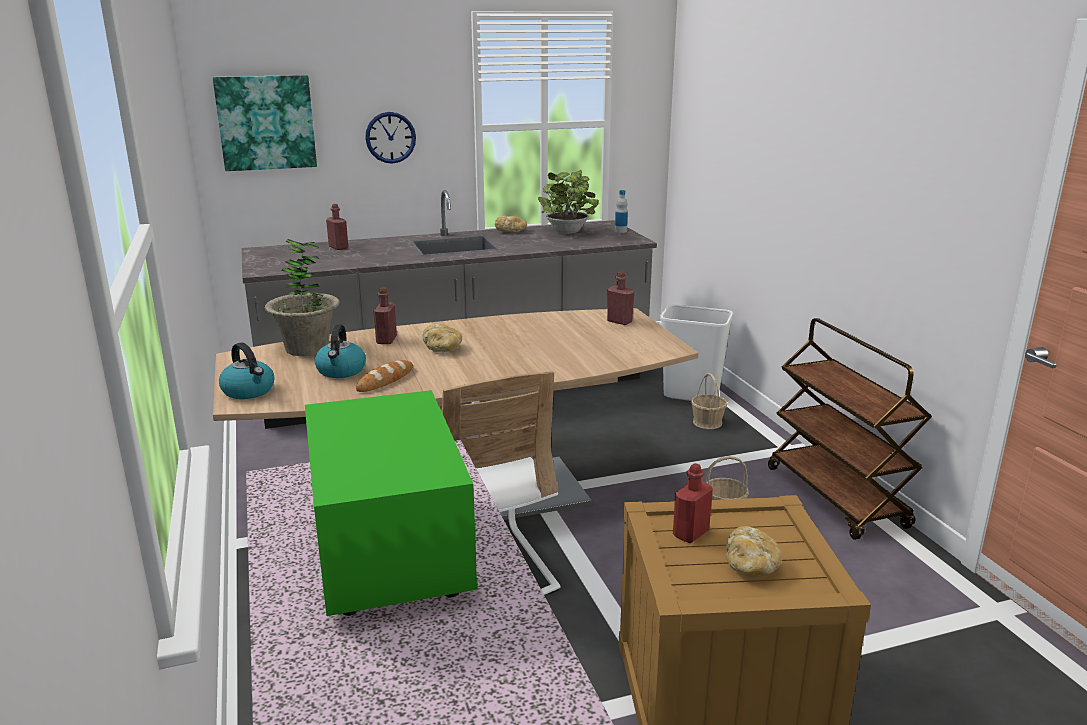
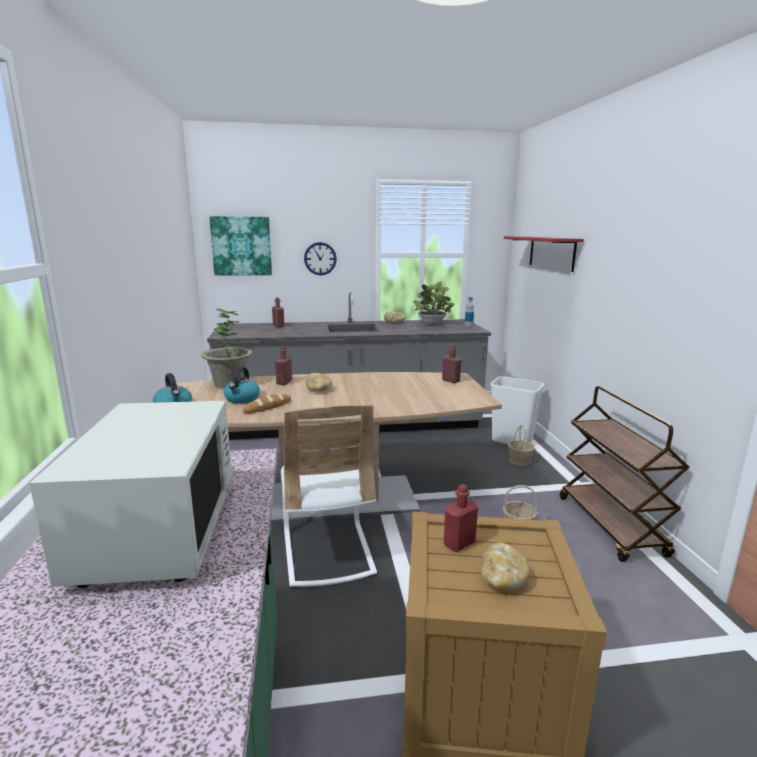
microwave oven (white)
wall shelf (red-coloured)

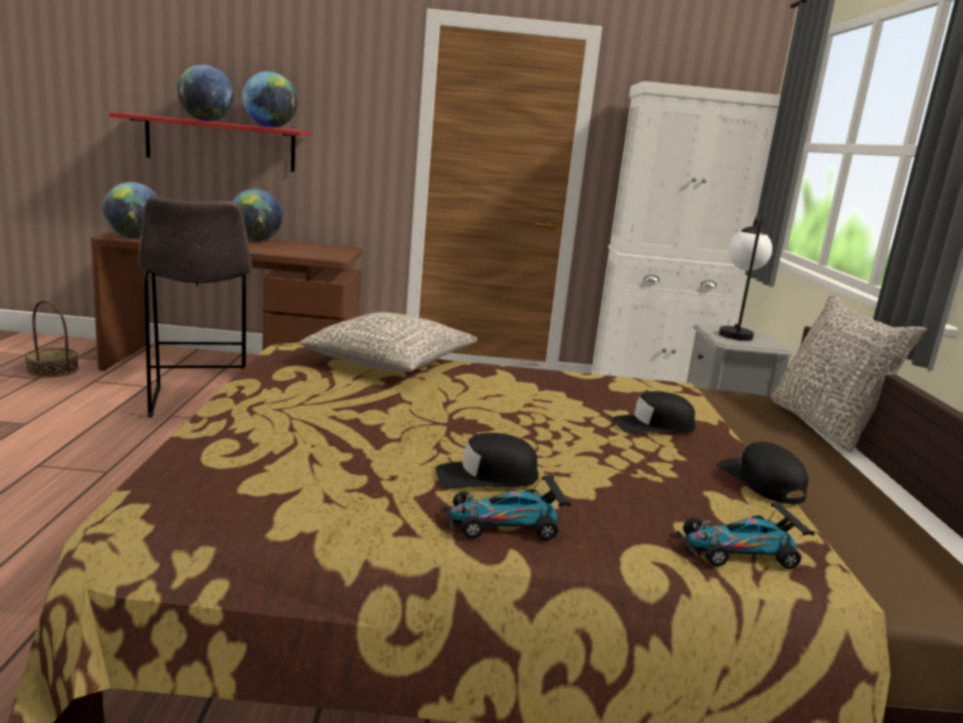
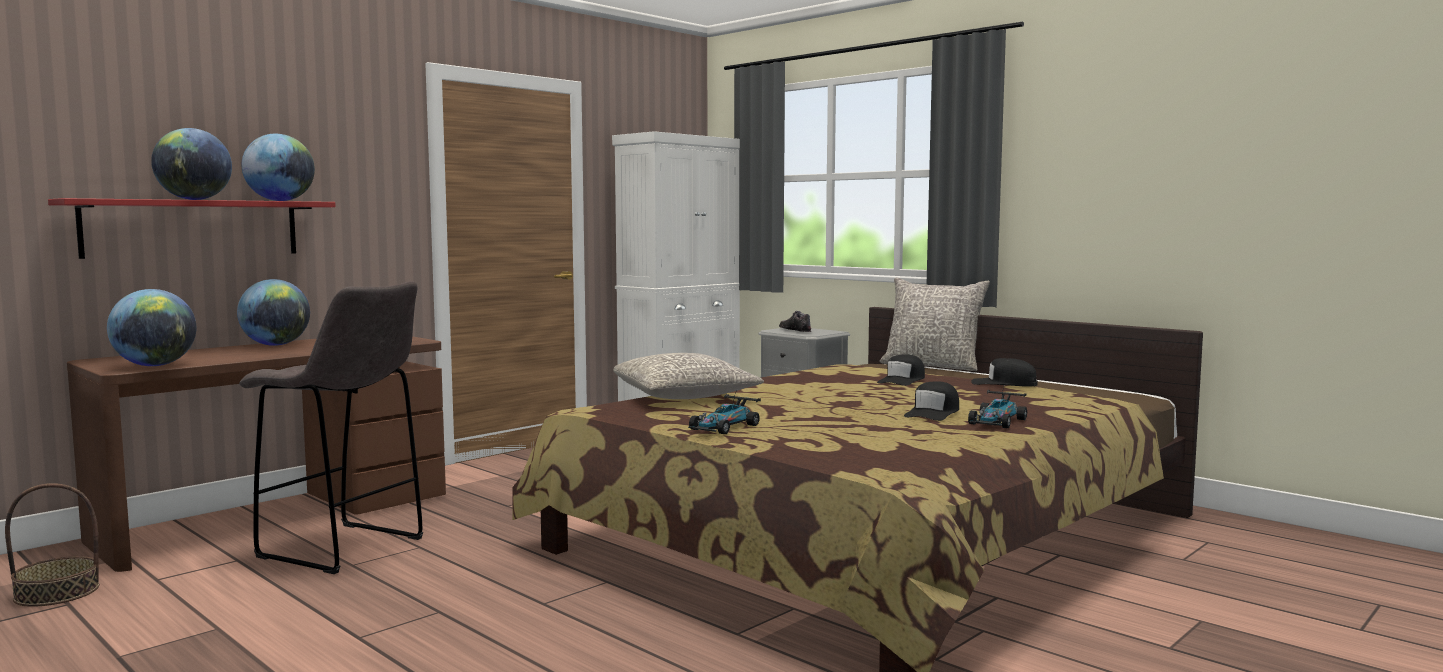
toy car (1st from left)
low shoe

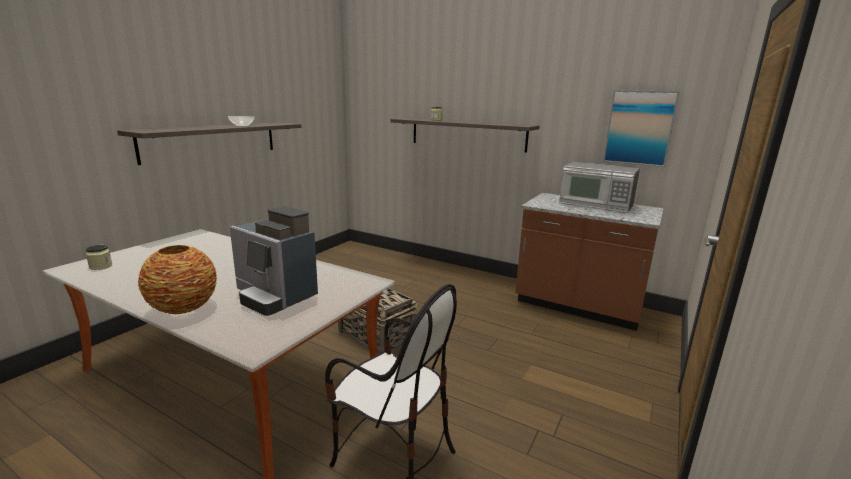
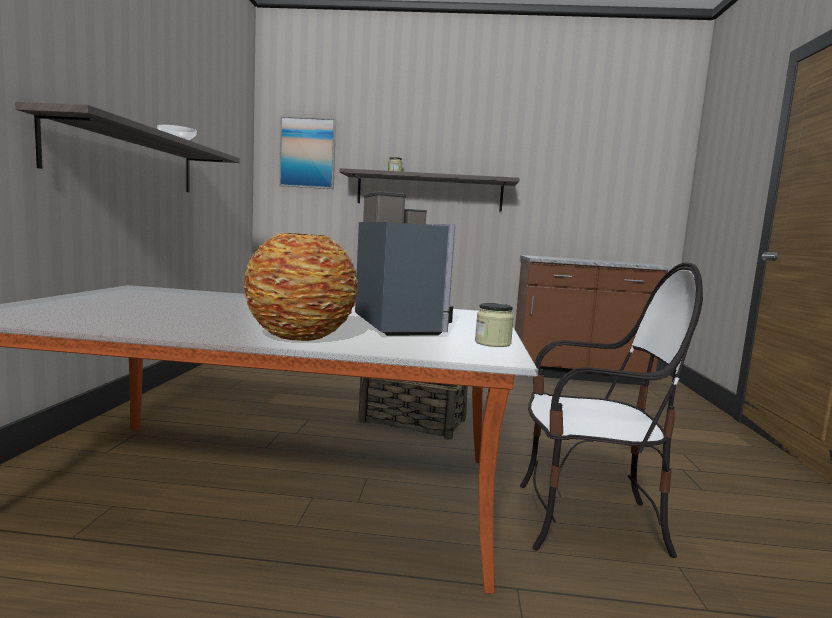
storage jar (2nd from left)
coffee machine
microwave oven
wall picture

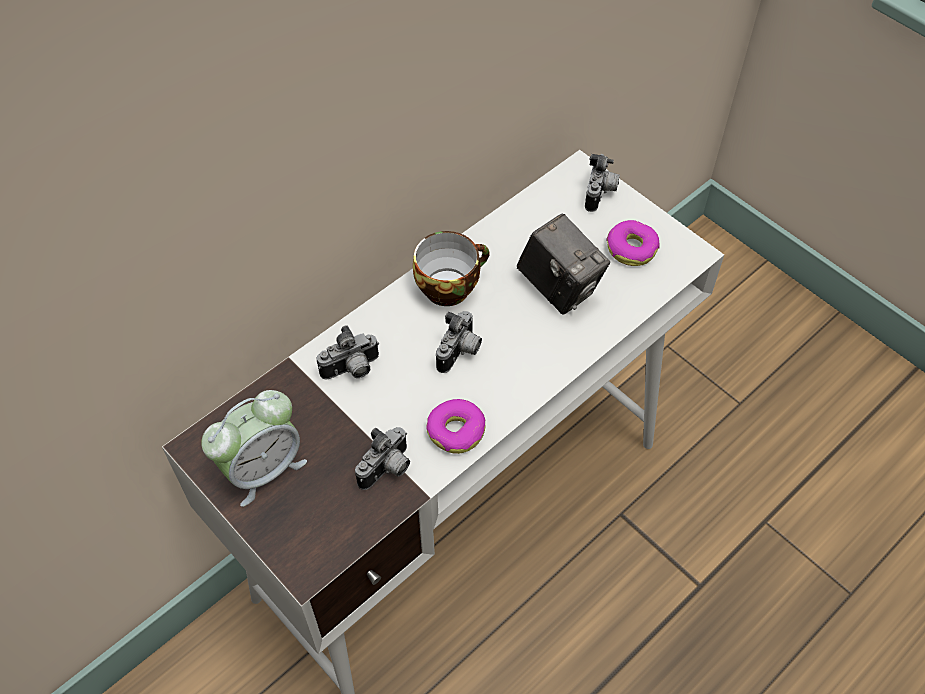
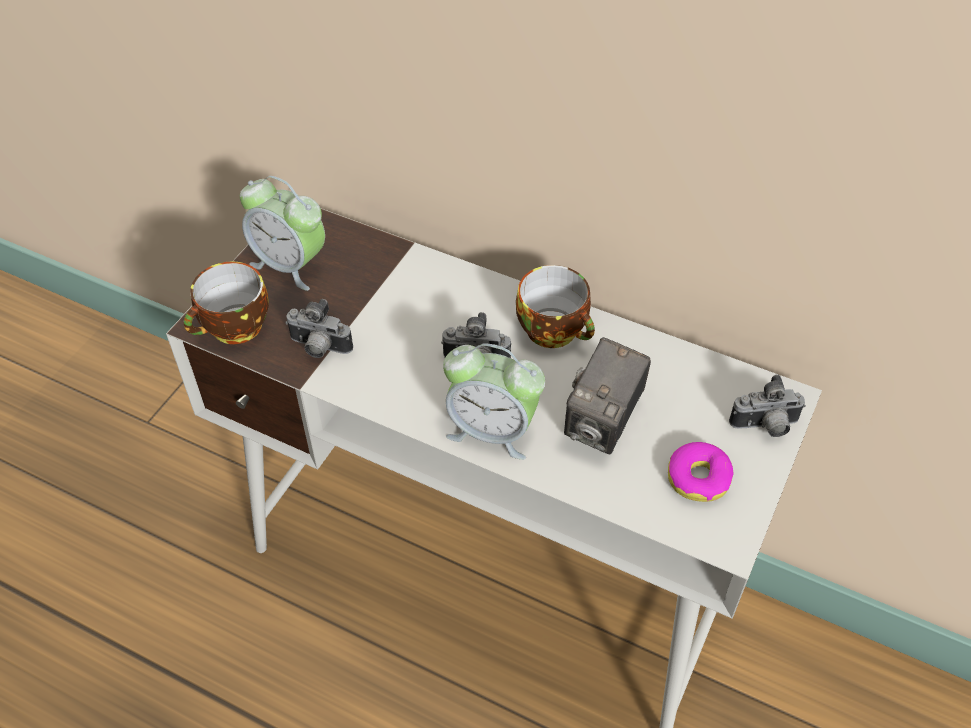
still camera (1st from left in the first image)
ring doughnut (1st from left in the first image)
small cup (1st from left)
alarm clock (2nd from left)

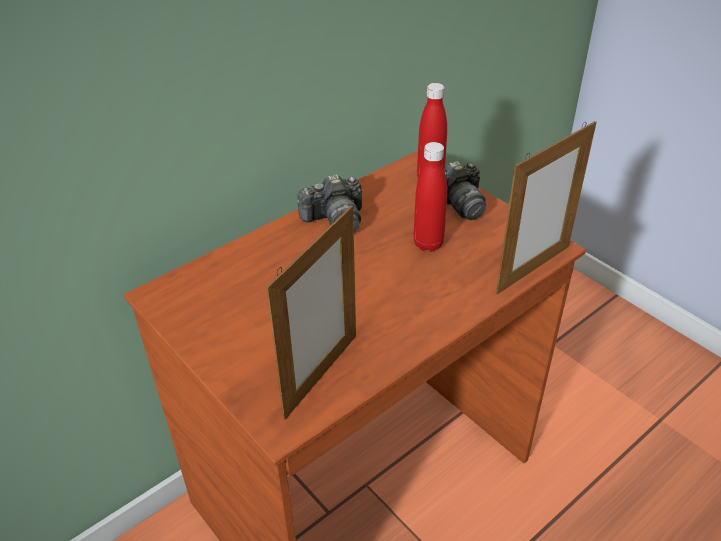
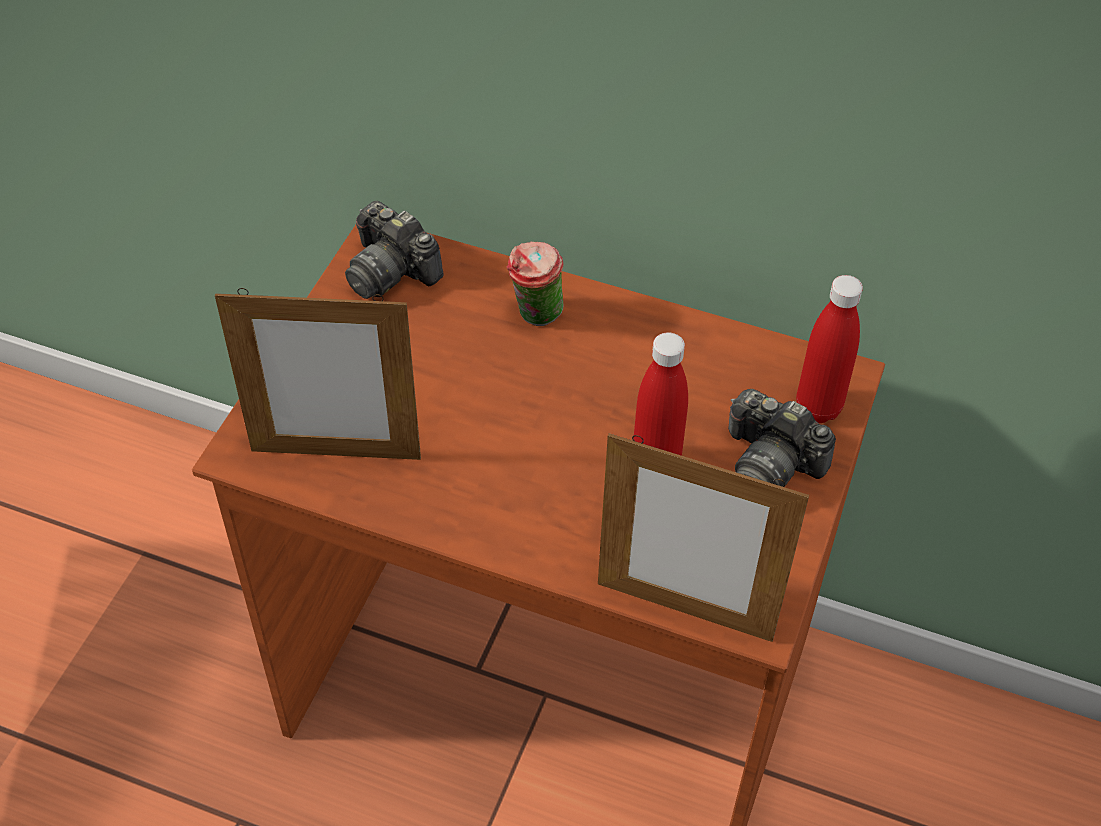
still camera (1st from left)
small cup

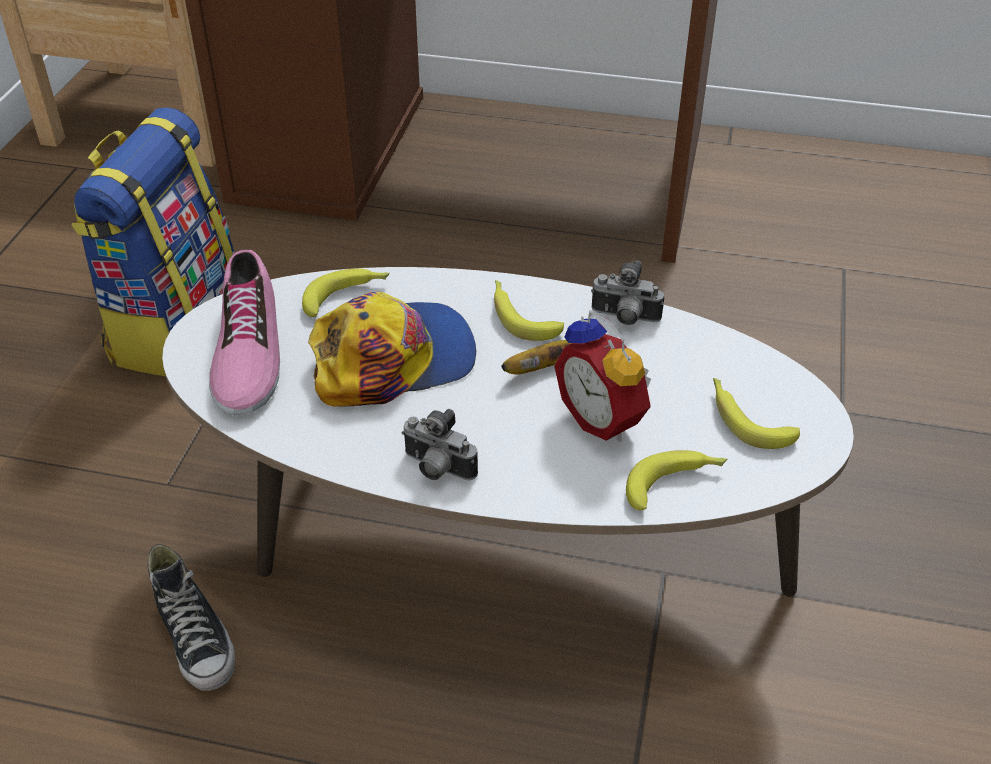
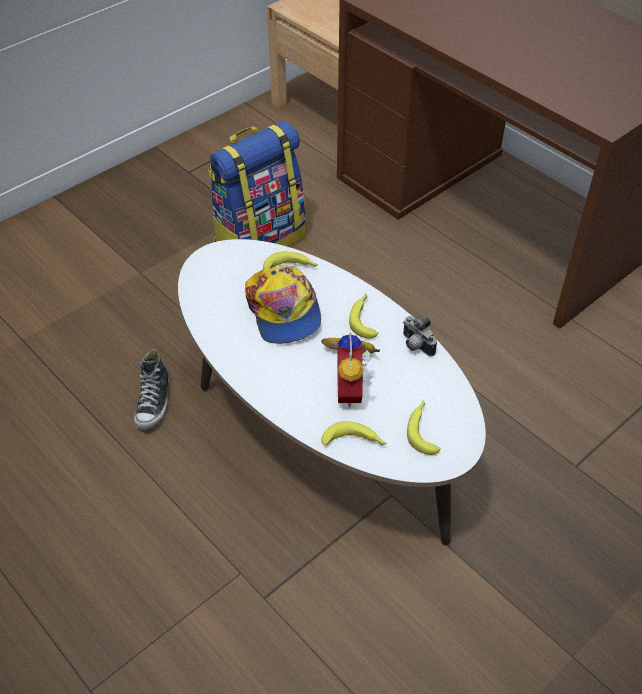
low shoe (2nd from left in the first image)
cap
still camera (1st from left in the first image)

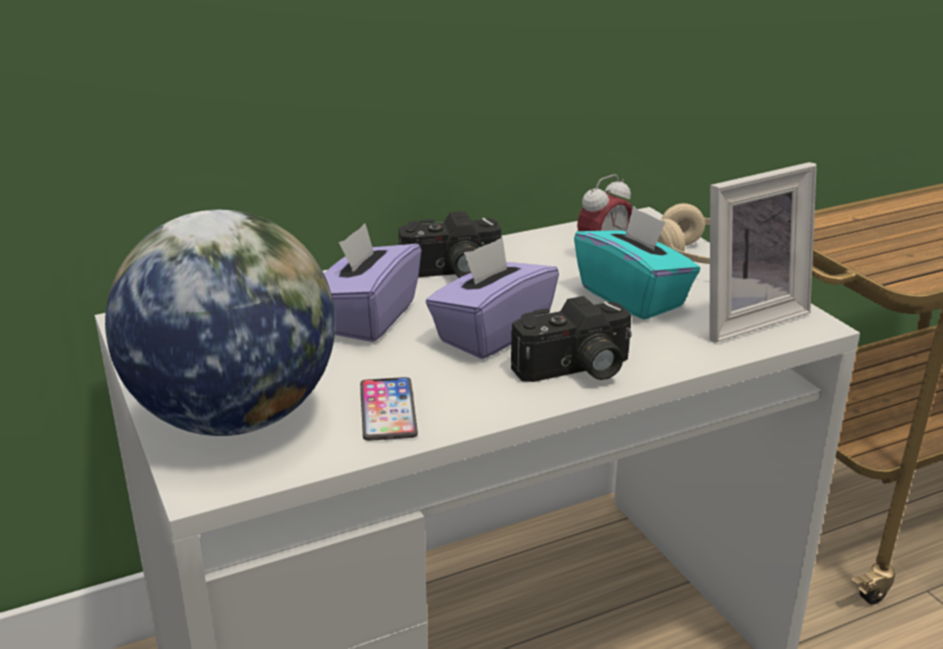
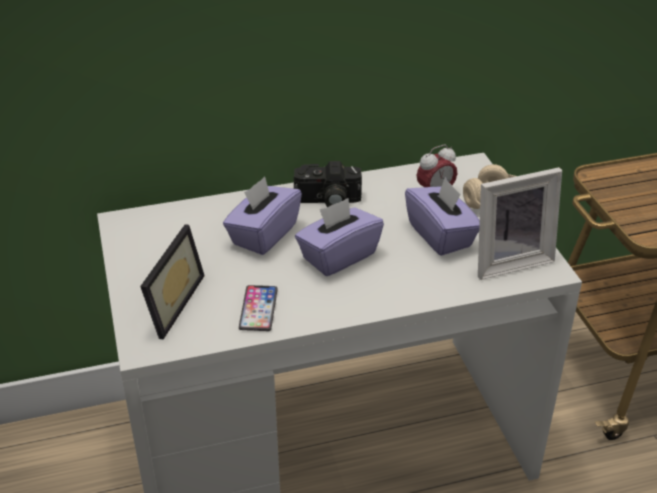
photo frame (1st from left)
still camera (2nd from left in the first image)
tissue box (purple-coloured) (3rd from left)

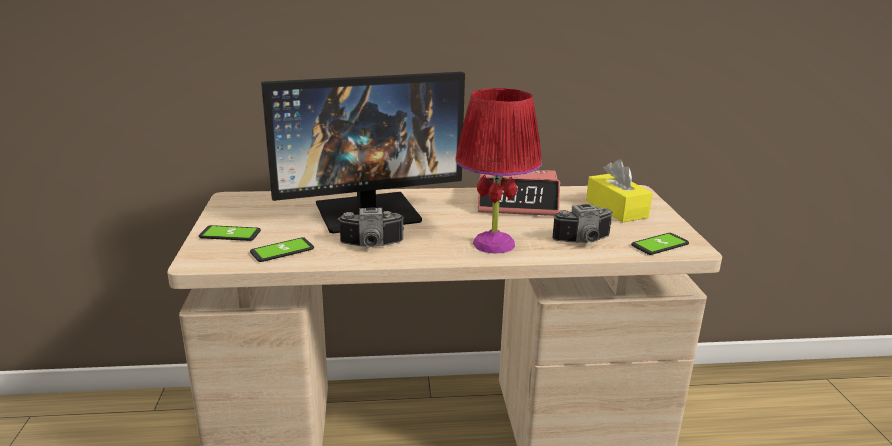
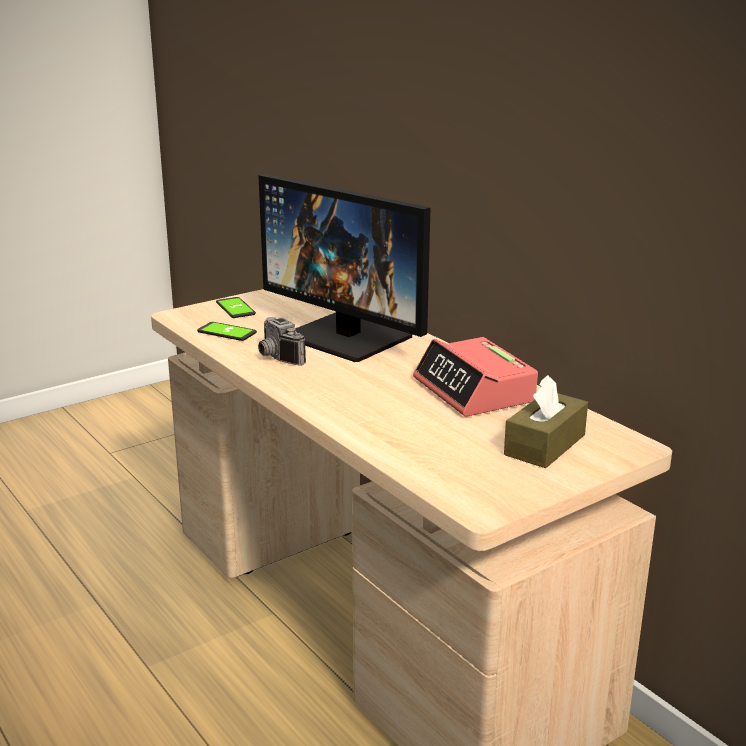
table lamp (red-coloured)
still camera (2nd from left in the first image)
tissue box (brown)
telephone (3rd from left in the first image)

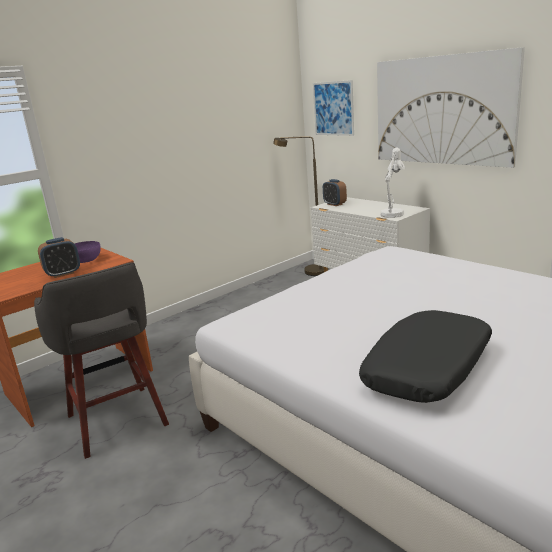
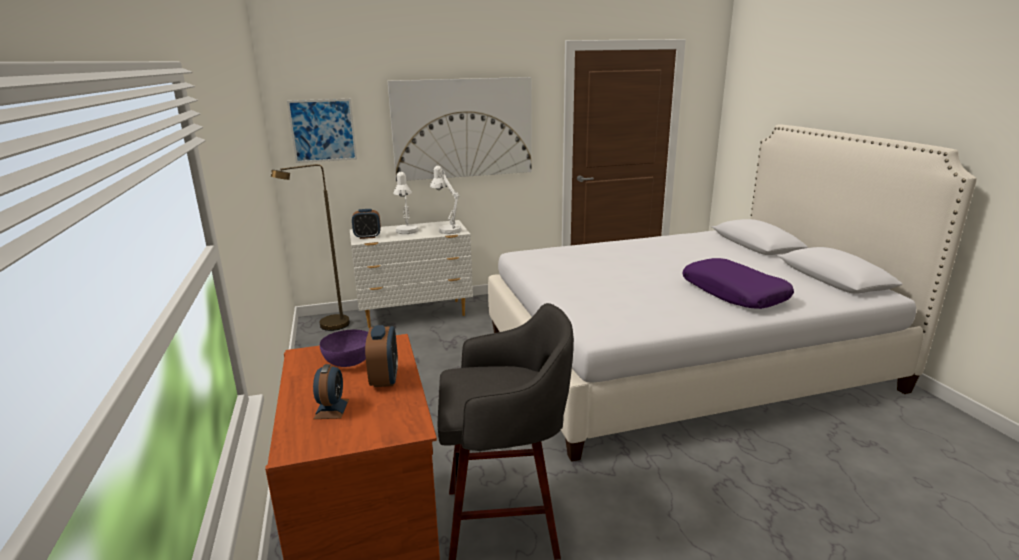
throw pillow (purple-coloured)
alarm clock (1st from left)
table lamp (white) (1st from left)

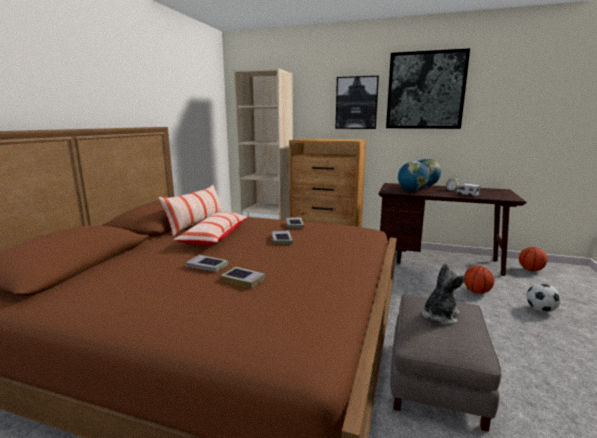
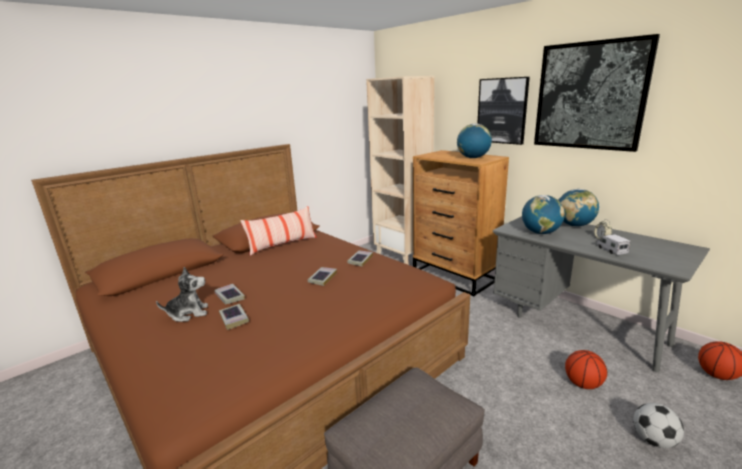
throw pillow (2nd from left in the first image)
desk unit (gray)
plush toy
globe (1st from left)

